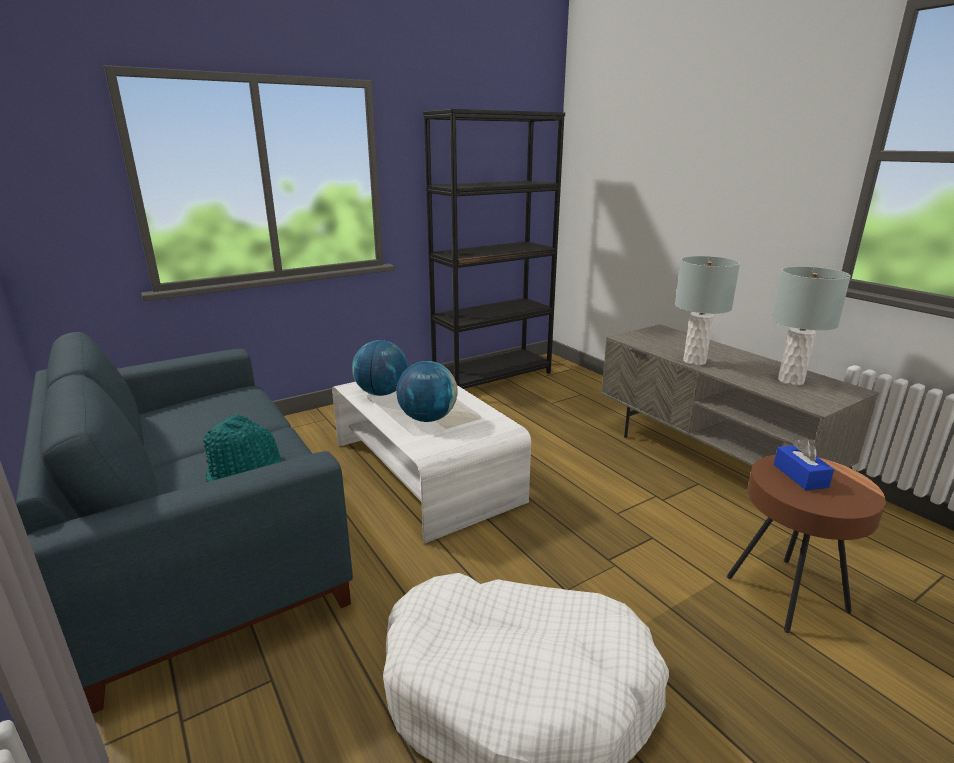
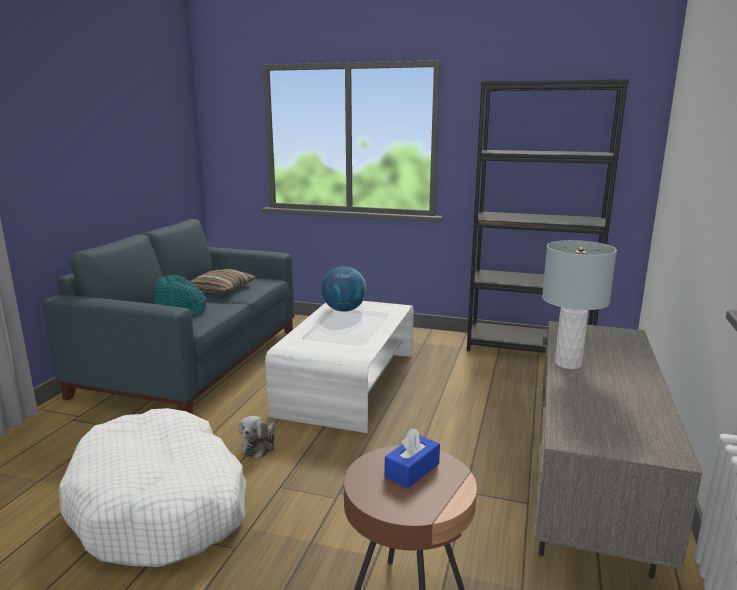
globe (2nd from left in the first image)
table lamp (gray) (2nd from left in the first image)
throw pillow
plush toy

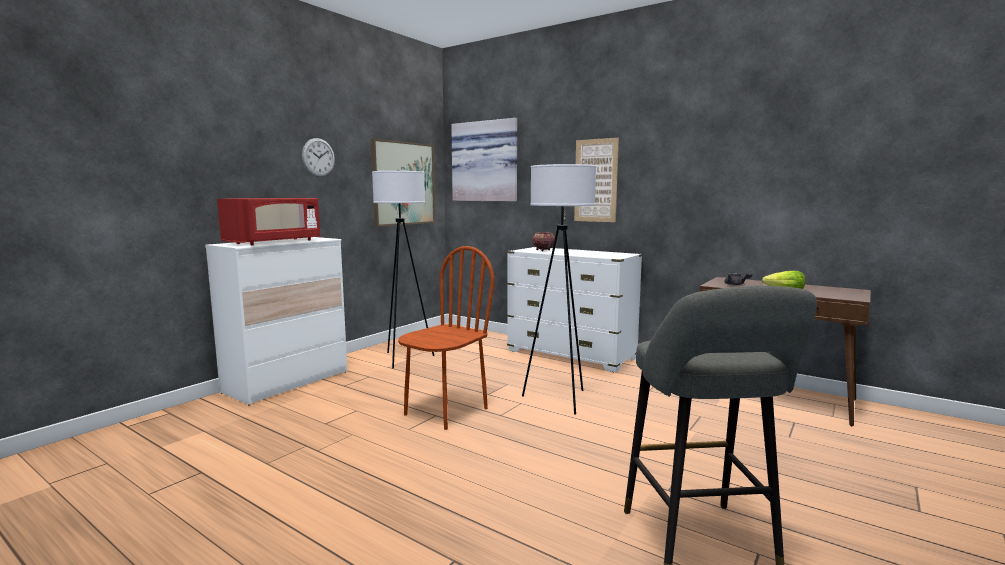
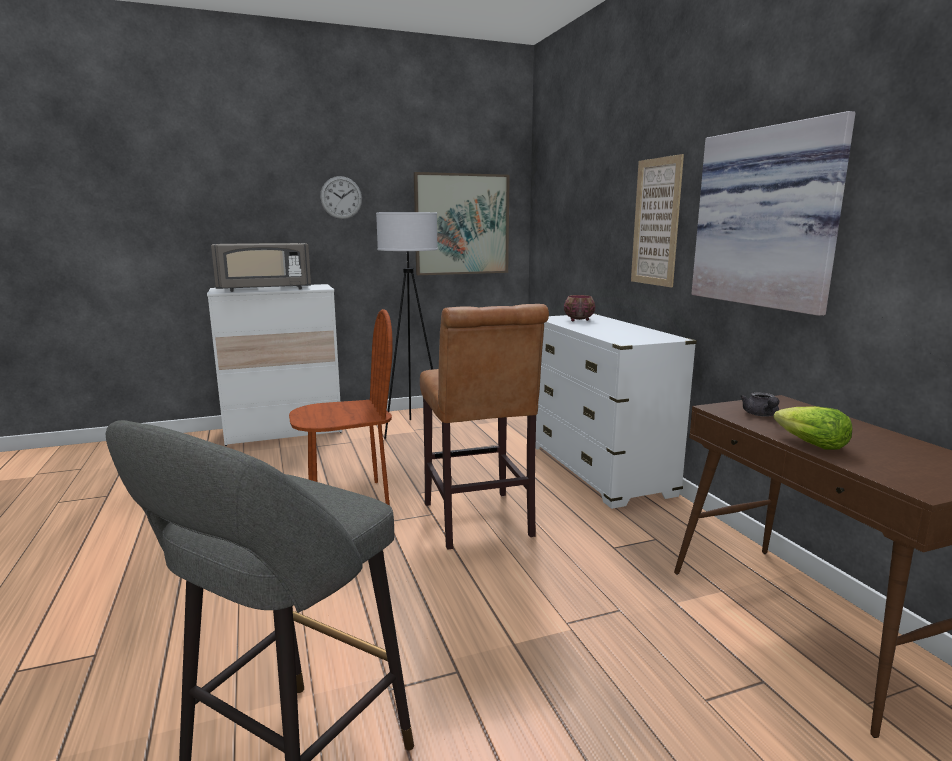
microwave oven (gray)
wall picture (3rd from left)
sitting stool (brown)

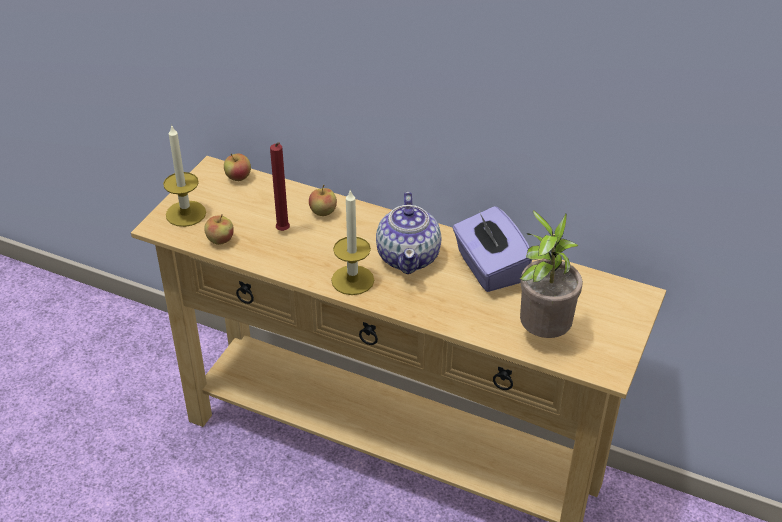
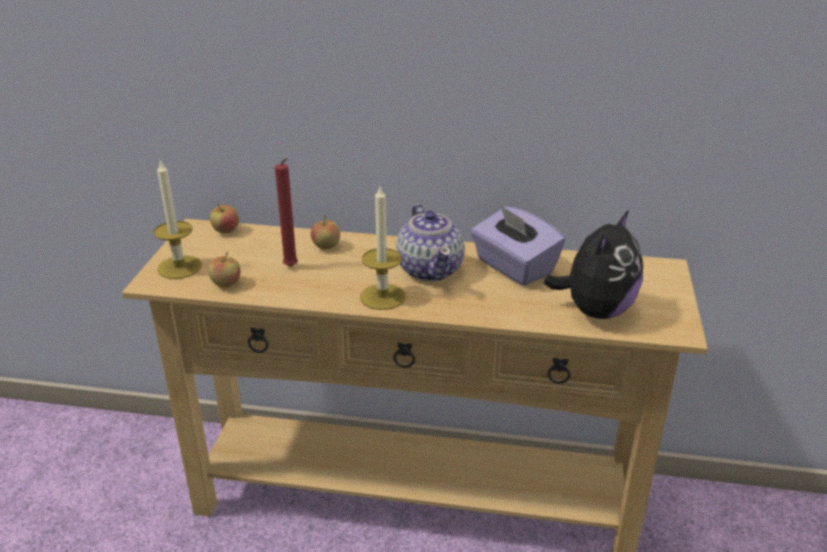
plush toy

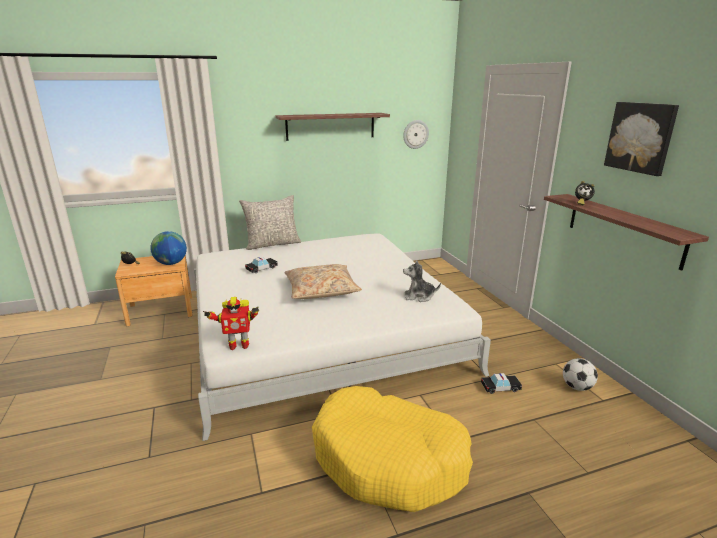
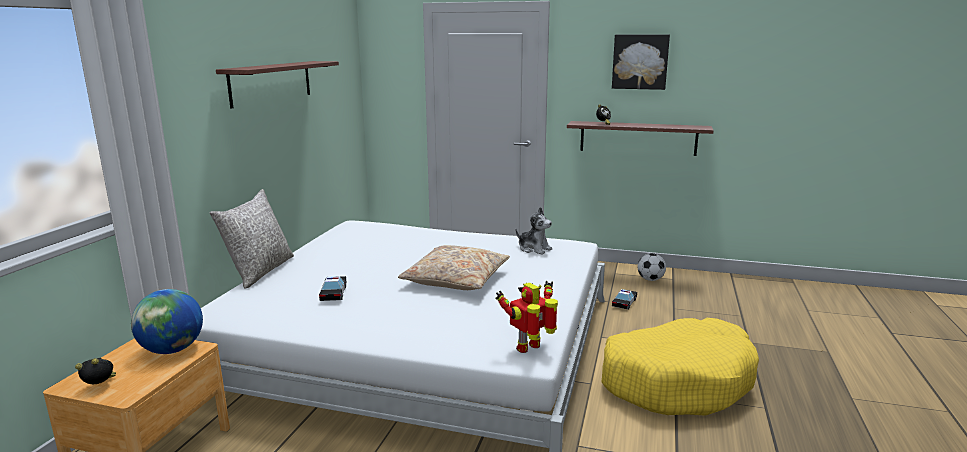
robot figure
wall clock
plush toy

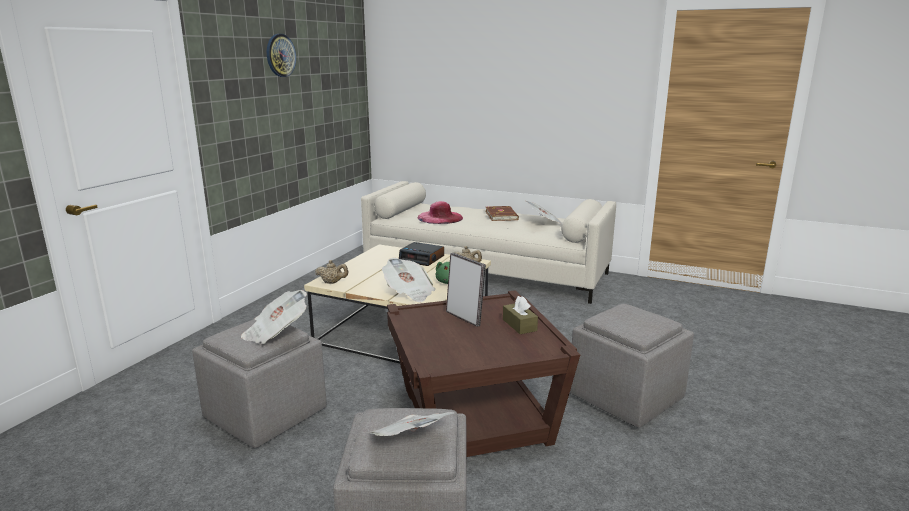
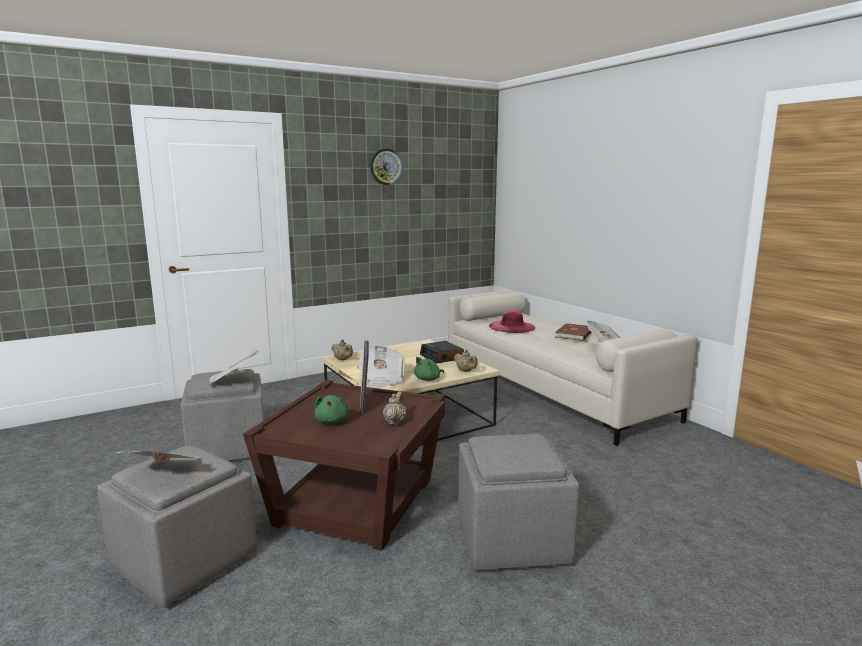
tea pot (sand-coloured) (2nd from left)
plush toy (greenish) (1st from left)

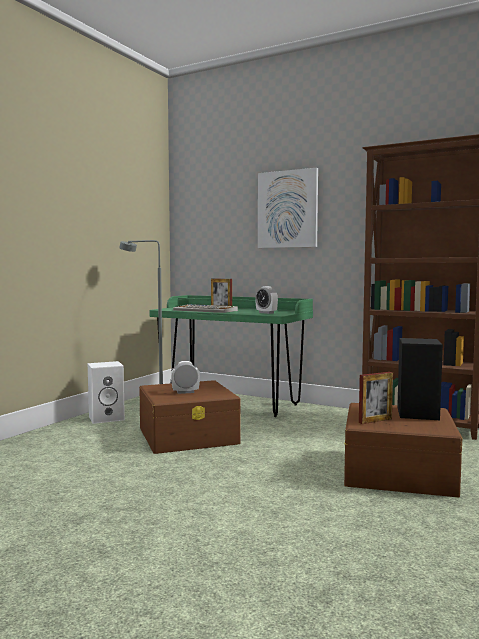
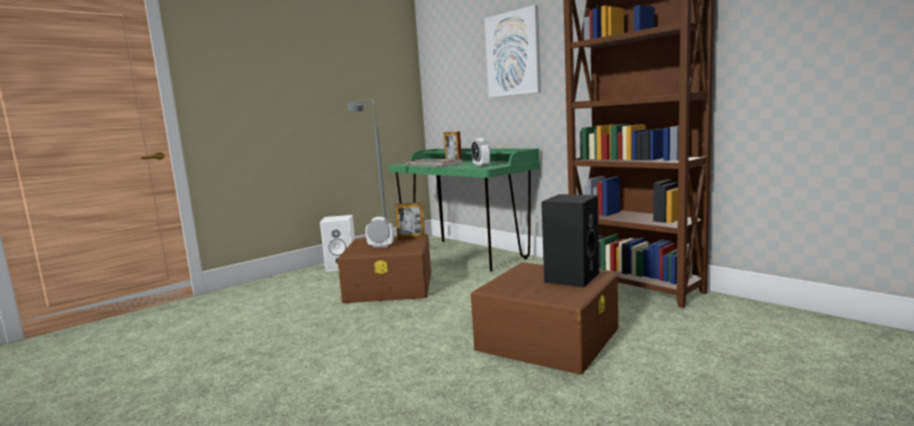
photo frame (1st from left)

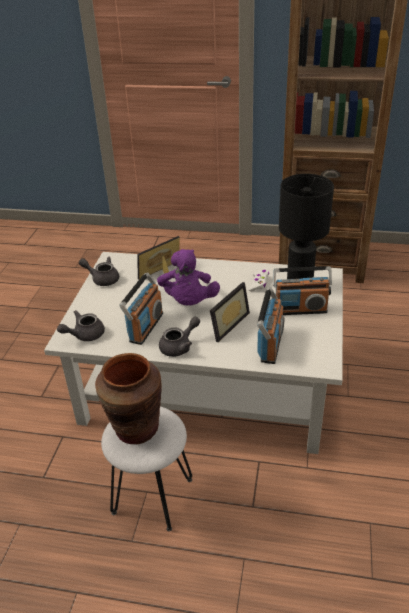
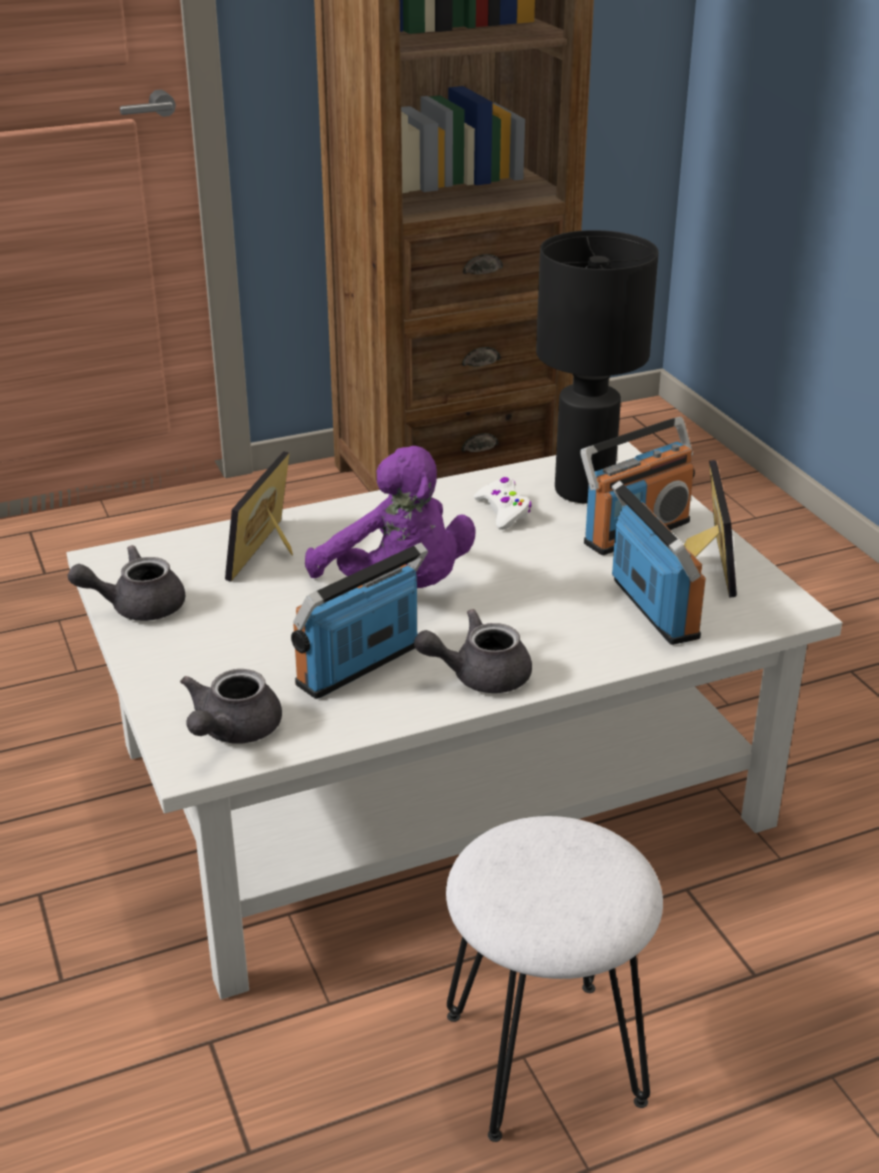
flower vase (brown)
radio (1st from left)
tea pot (gray) (3rd from left)
photo frame (2nd from left)

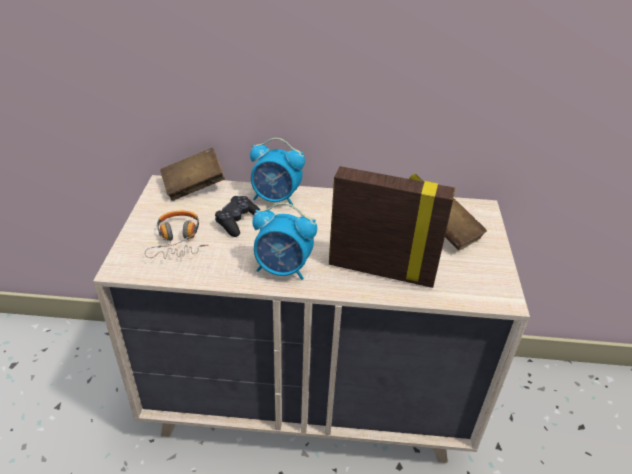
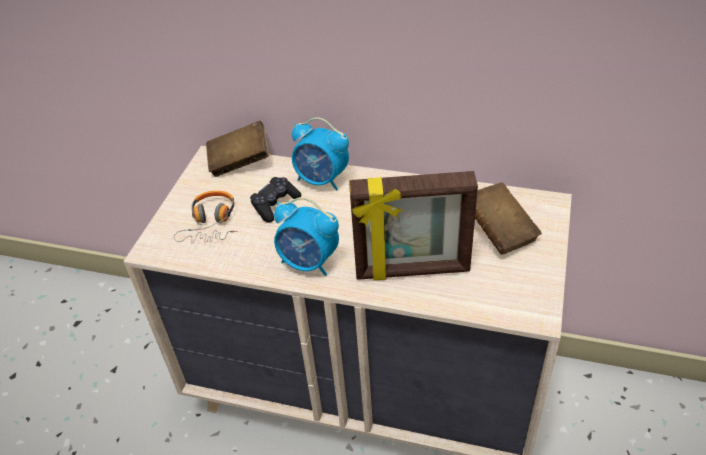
photo frame

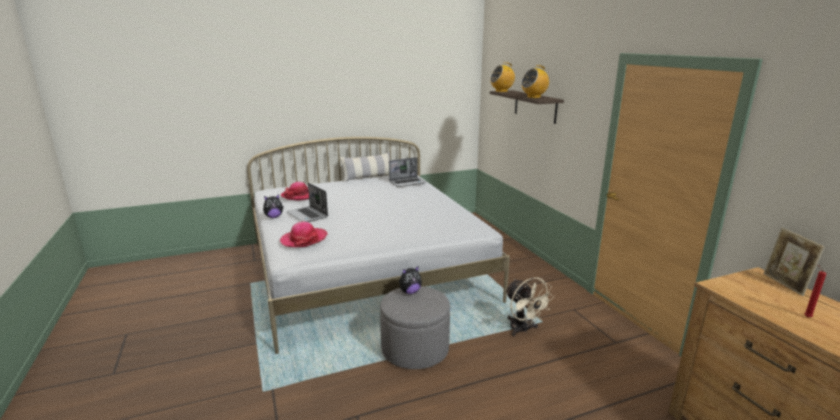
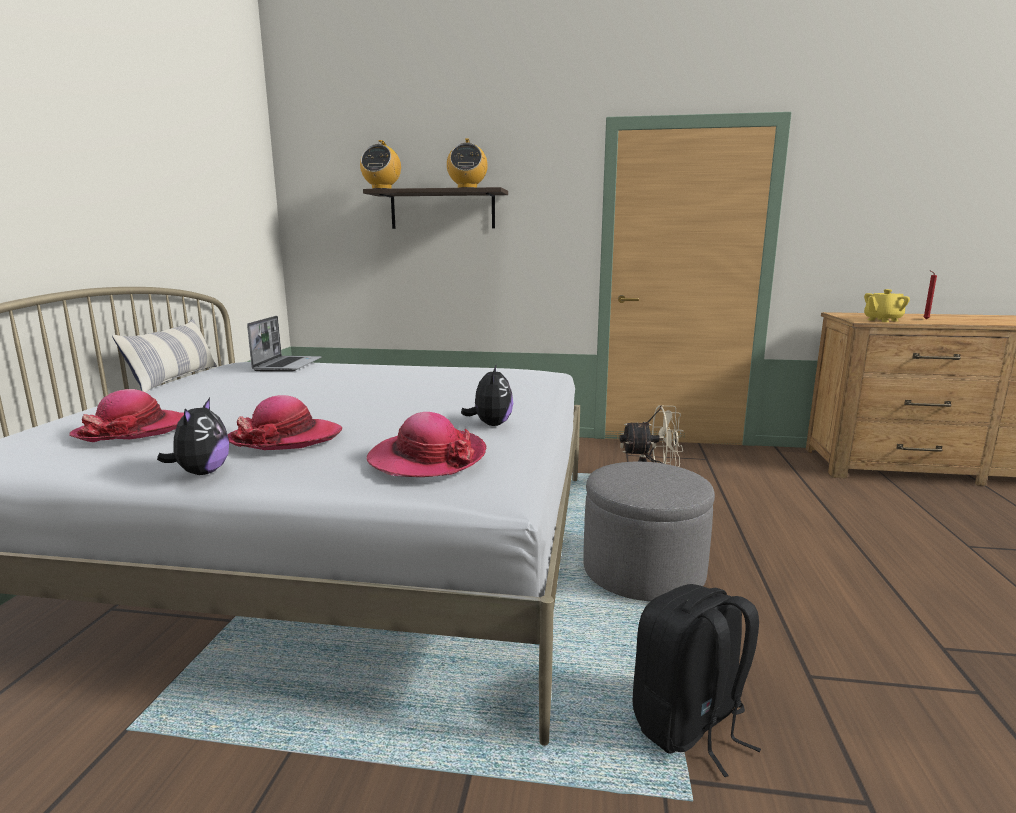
wearable hat (2nd from left)
plush toy (2nd from left)
photo frame
rucksack (black)
tea pot (yellowish)

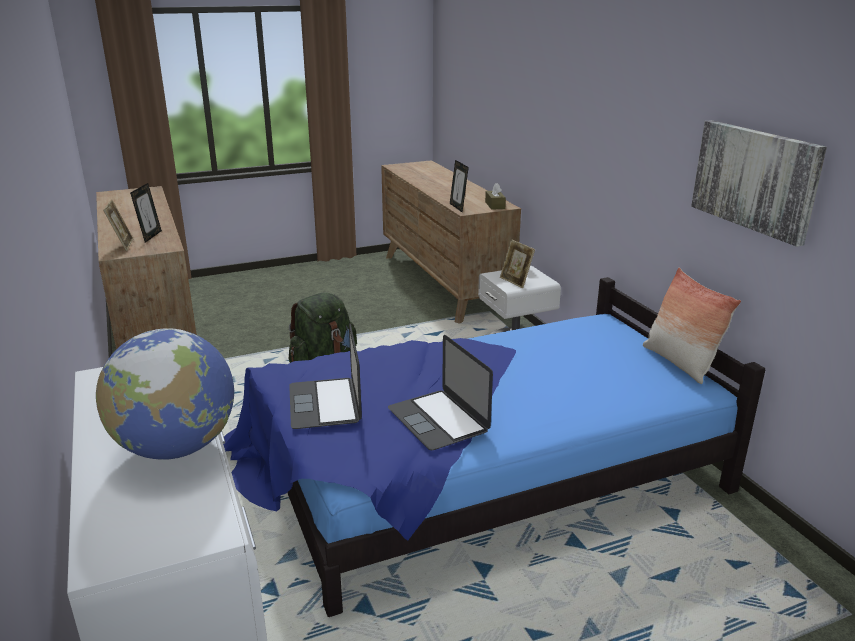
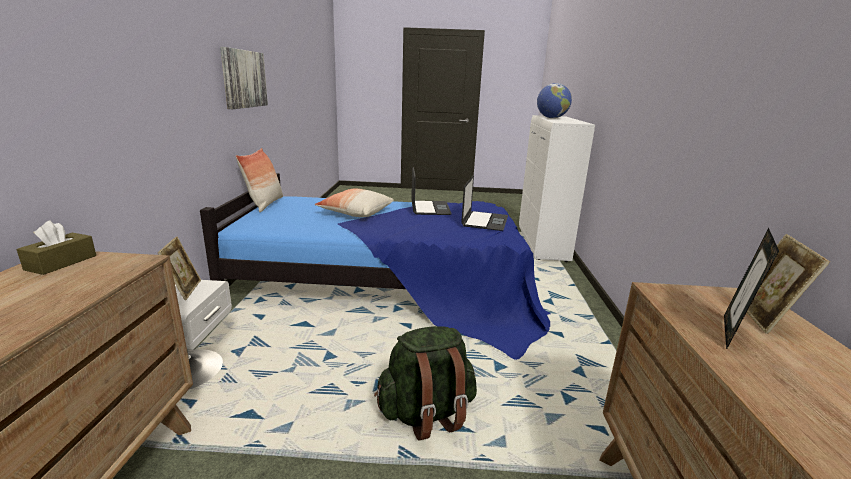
photo frame (3rd from left in the first image)
throw pillow (2nd from left)

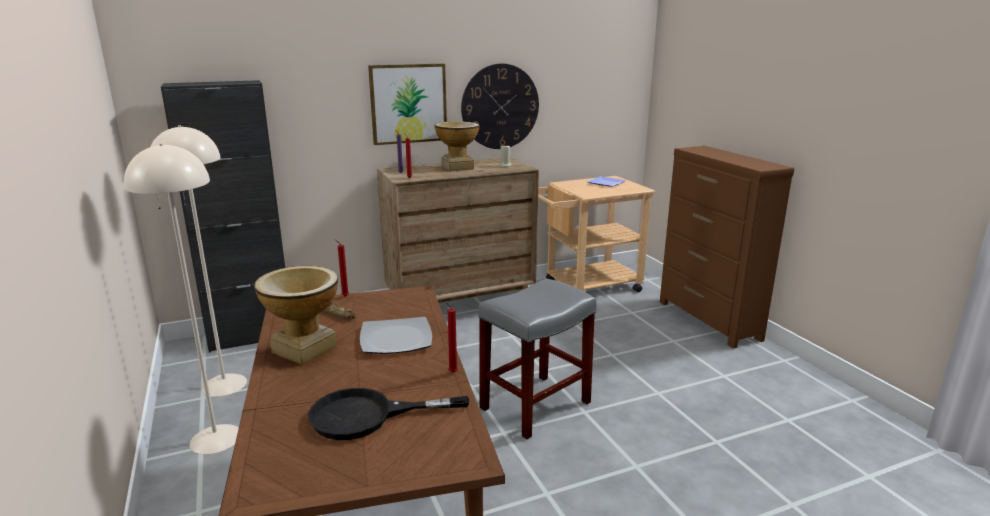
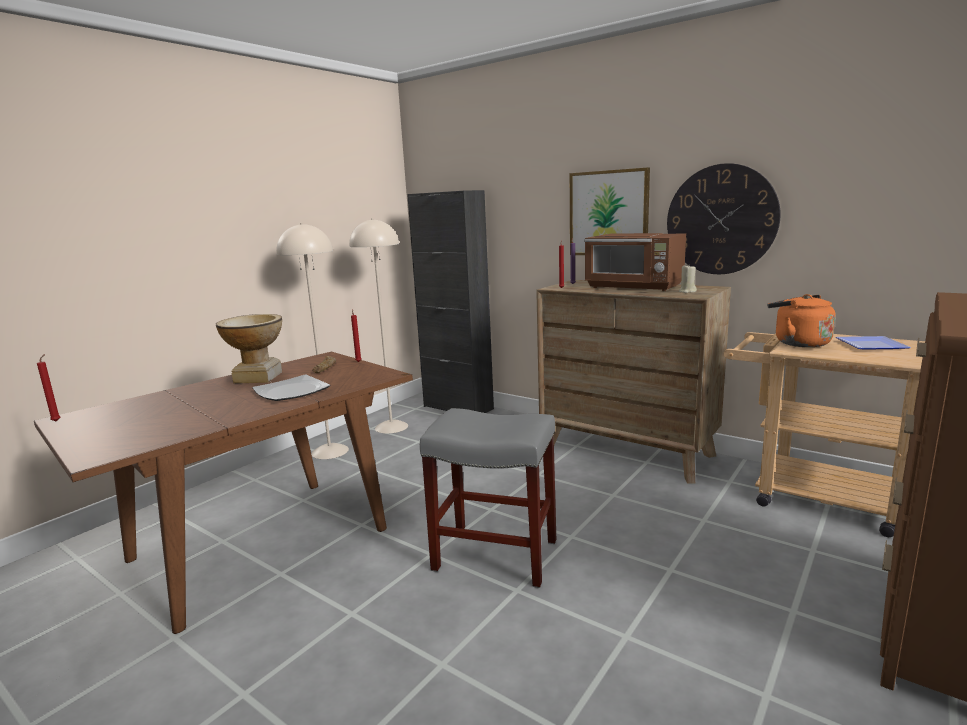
frying pan (black)
microwave oven (brown)
wax candle (red-coloured) (1st from left)
water kettle (orange-coloured)

